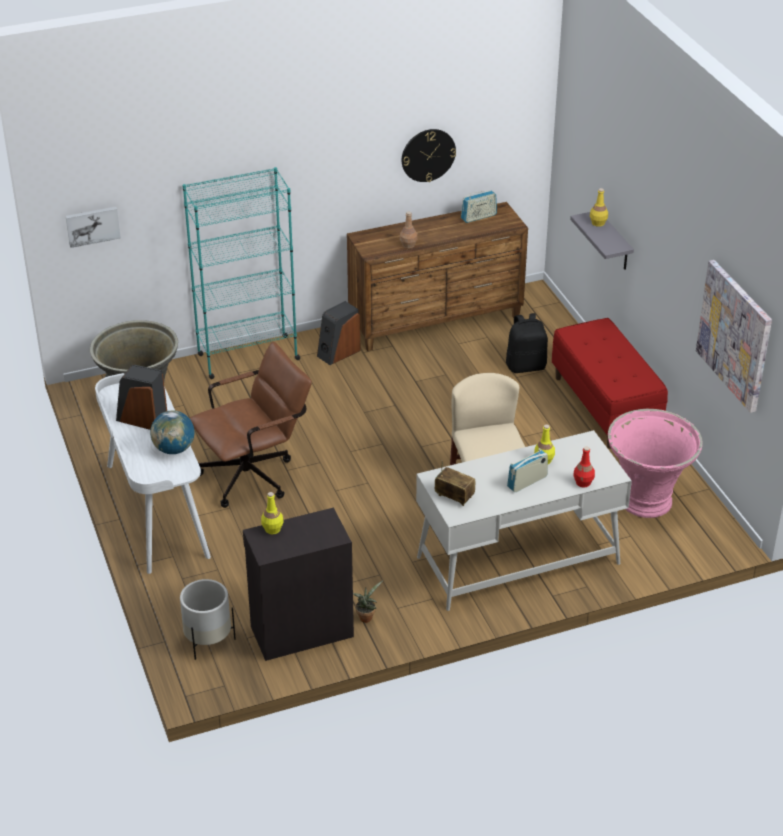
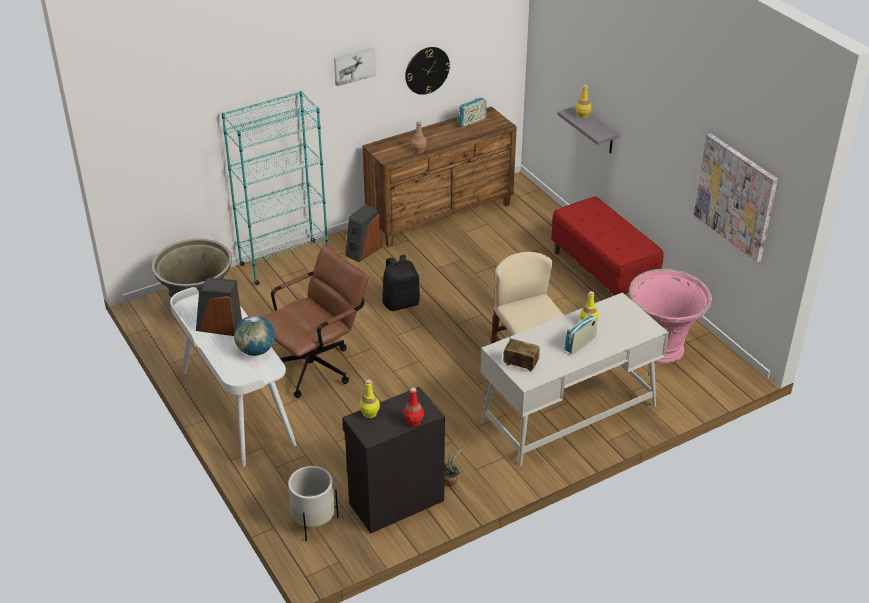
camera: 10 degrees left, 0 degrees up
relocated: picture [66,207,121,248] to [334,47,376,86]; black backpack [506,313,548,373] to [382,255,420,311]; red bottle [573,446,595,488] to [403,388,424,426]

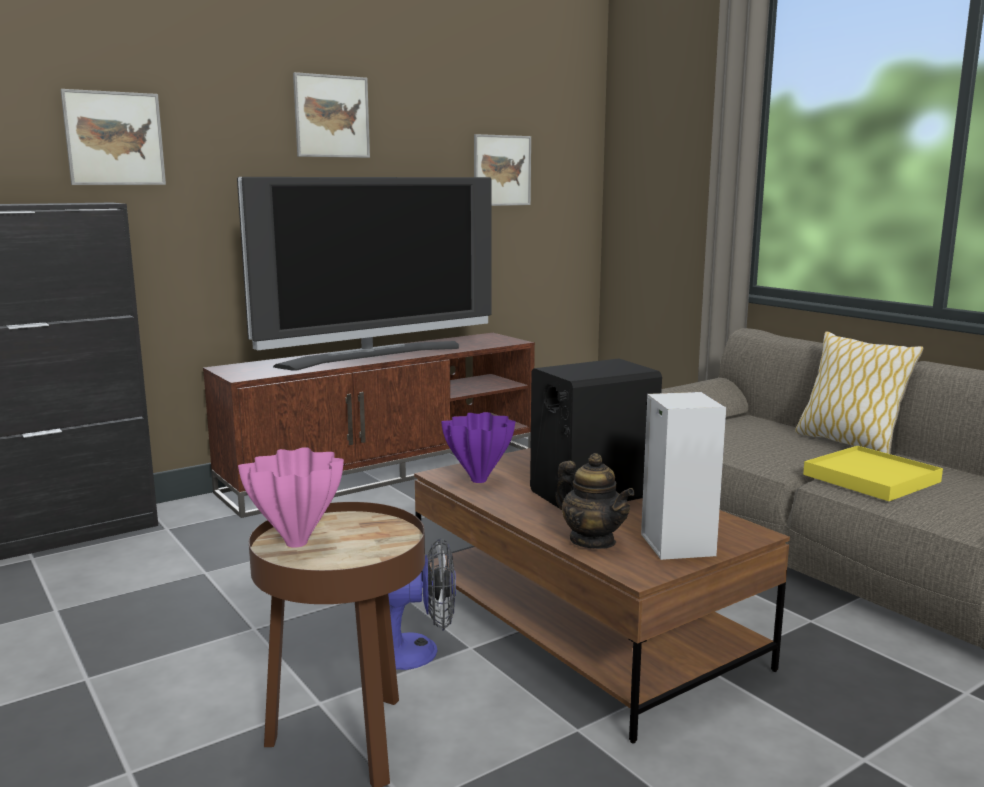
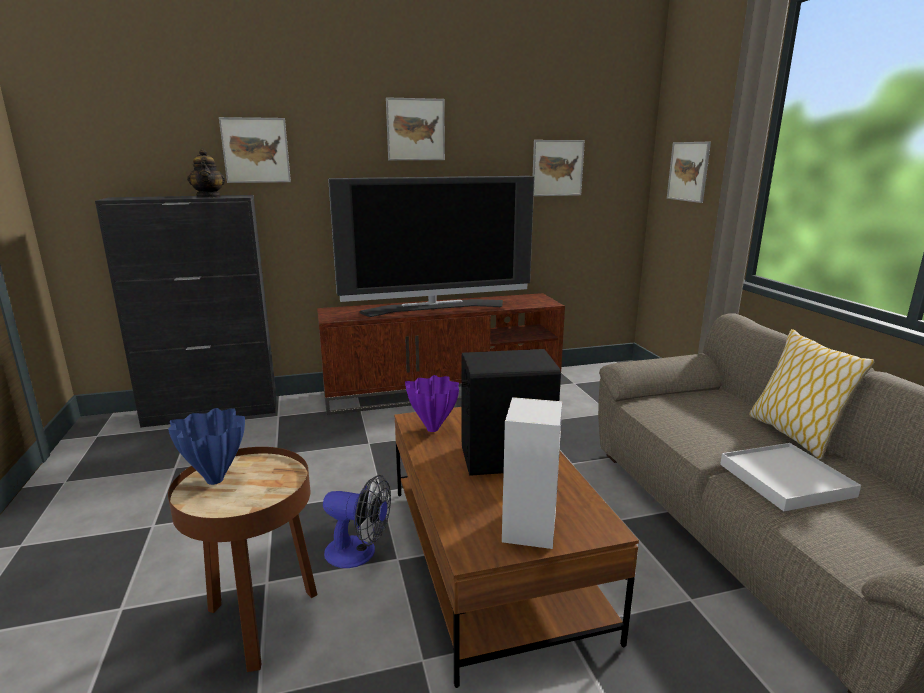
camera: 20 degrees right, 5 degrees up
appeared: picture [667,142,711,203]
relocated: teapot [556,453,635,549] to [187,149,225,197]
colour: yellow tray [803,446,943,501] to white tray [720,443,861,511]; pink vase [238,447,344,548] to blue vase [168,408,245,485]

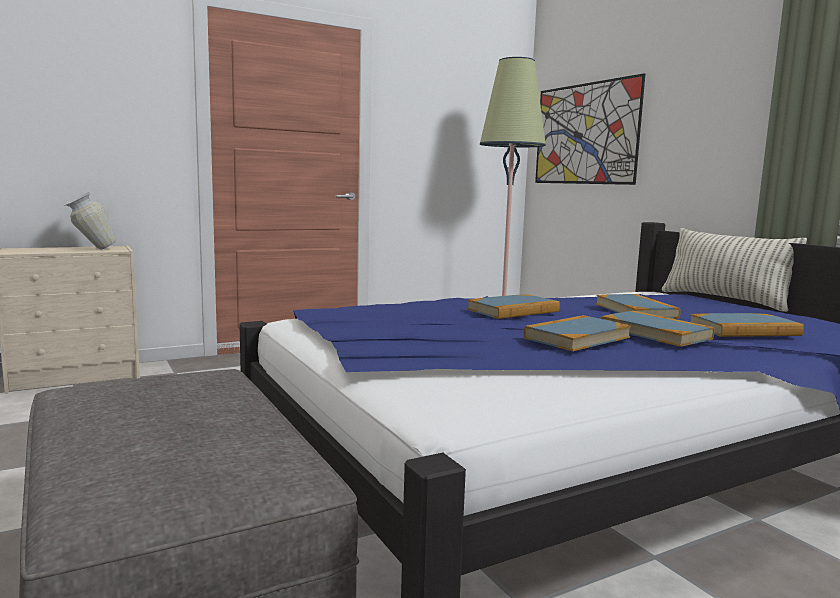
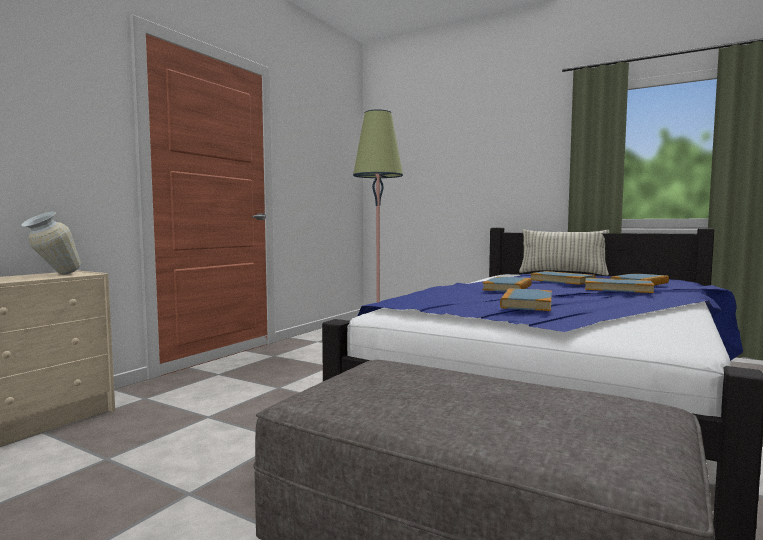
camera: 30 degrees left, 5 degrees down
missing: picture [535,73,645,185]
relocated: book [524,315,631,351] to [500,288,552,311]

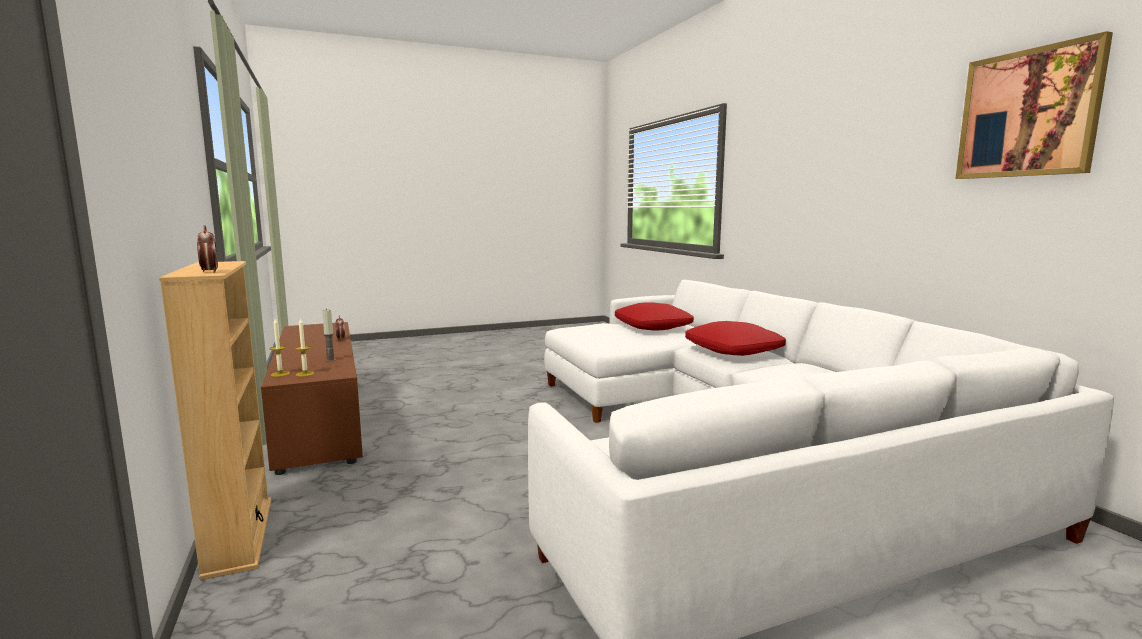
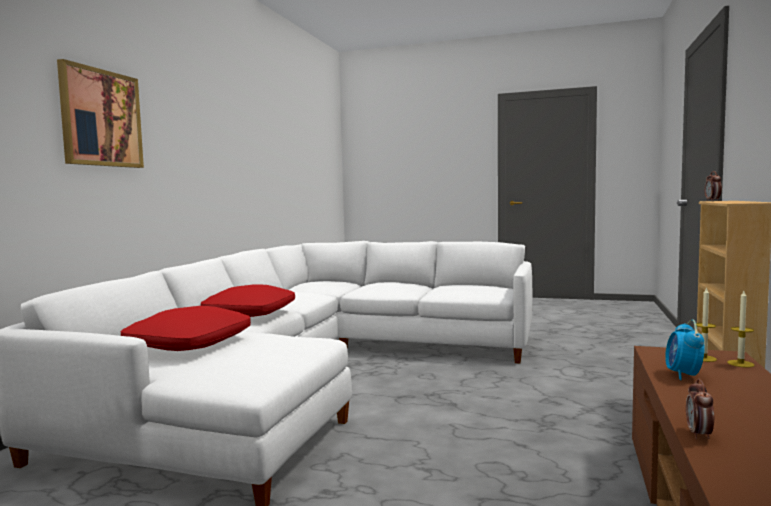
camera: 140 degrees left, 5 degrees down
relocated: picture [955,31,1113,179] to [57,59,144,168]
exchanged: candle [322,308,336,362] to alarm clock [665,319,705,380]

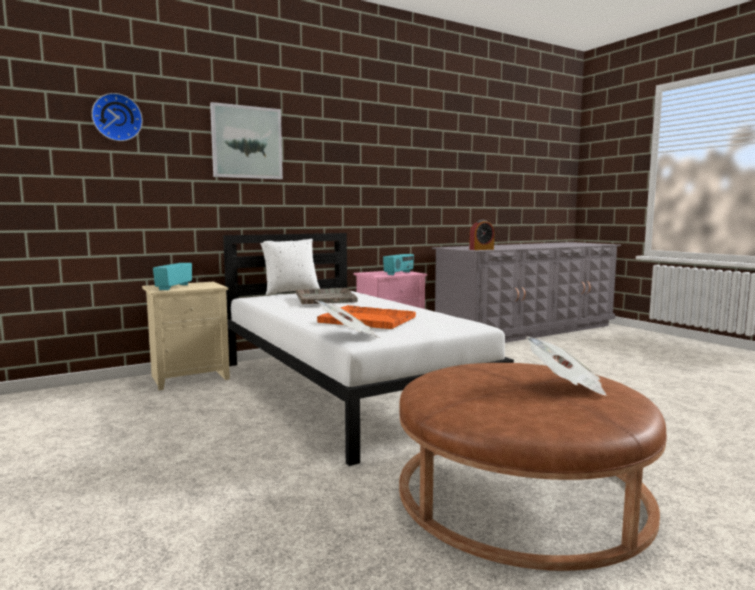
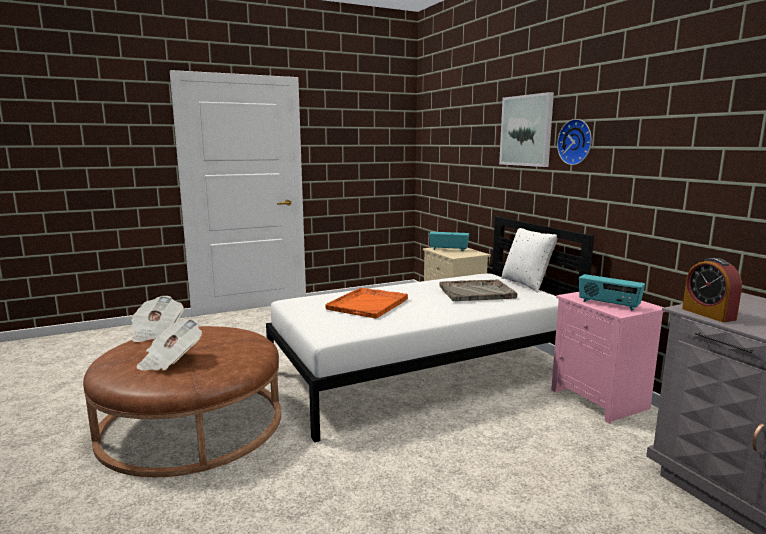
camera: 95 degrees right, 5 degrees up
relocated: wall clock [91,93,143,141] to [557,119,592,165]; newspaper [315,300,380,338] to [130,296,184,342]

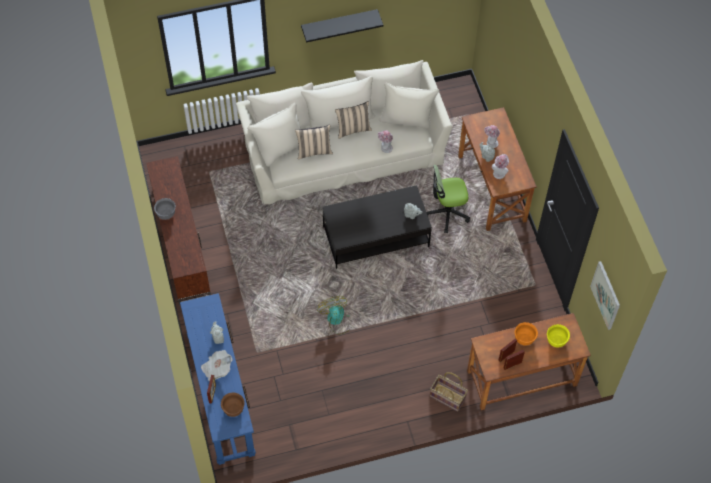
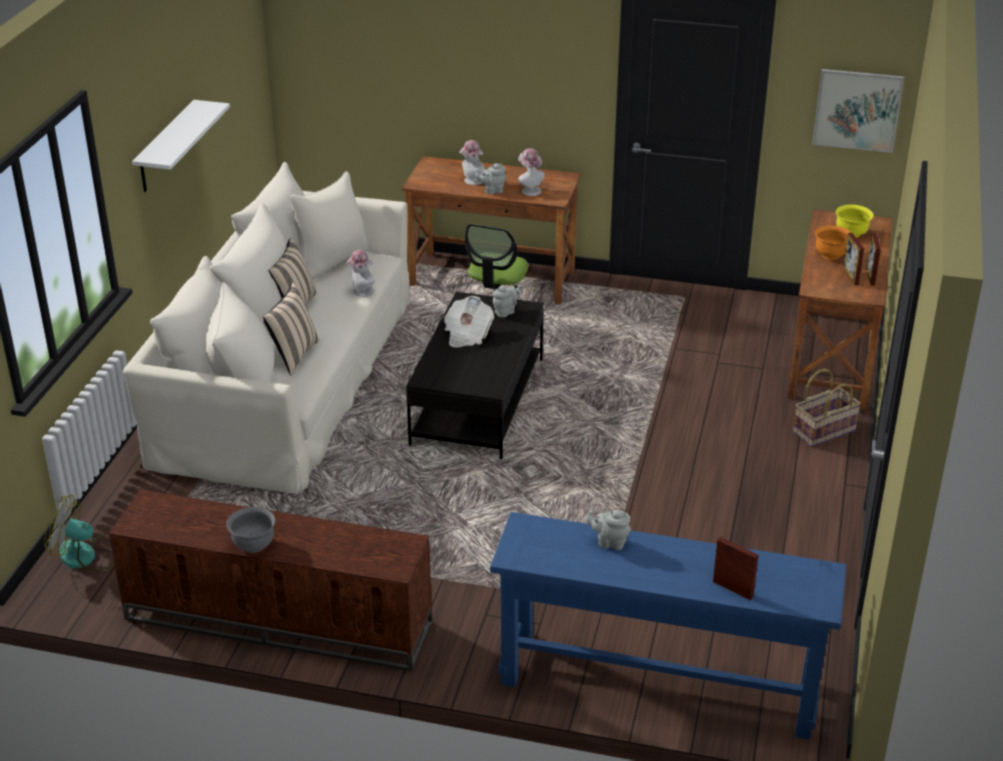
camera: 60 degrees left, 25 degrees down
missing: brown bowl [221,393,245,417]
relocated: fan [317,296,350,335] to [44,495,114,571]; newspaper [201,350,233,381] to [444,296,494,347]
colour: black shelf [301,9,384,43] to white shelf [132,100,230,192]

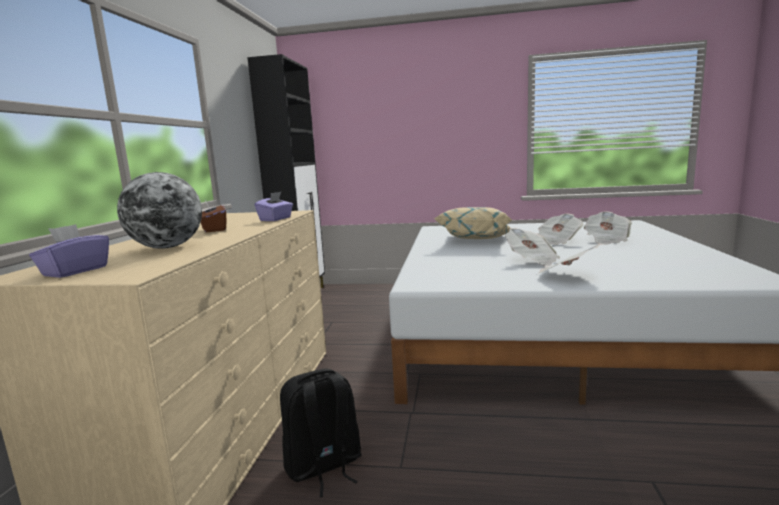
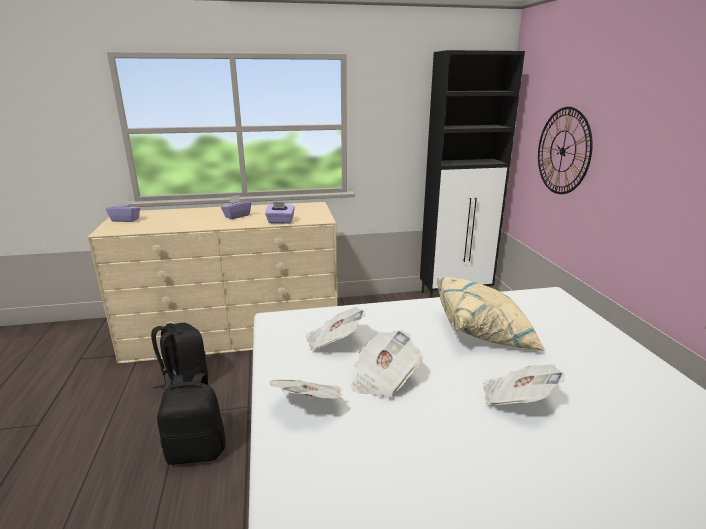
camera: 70 degrees right, 10 degrees up
missing: globe [117,172,202,249]
appeared: wall clock [538,107,593,194]; black backpack [157,373,226,465]
relocated: newspaper [584,211,632,245] to [306,307,365,350]
colour: brown tissue box [201,200,226,232] to purple tissue box [221,195,251,219]

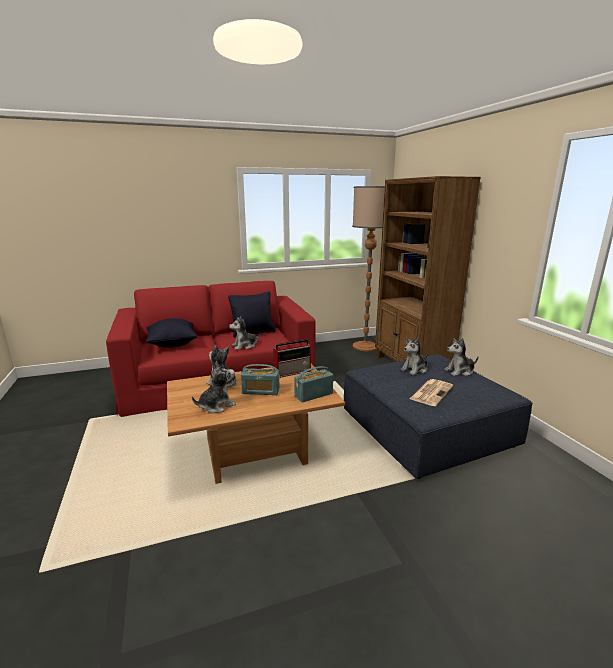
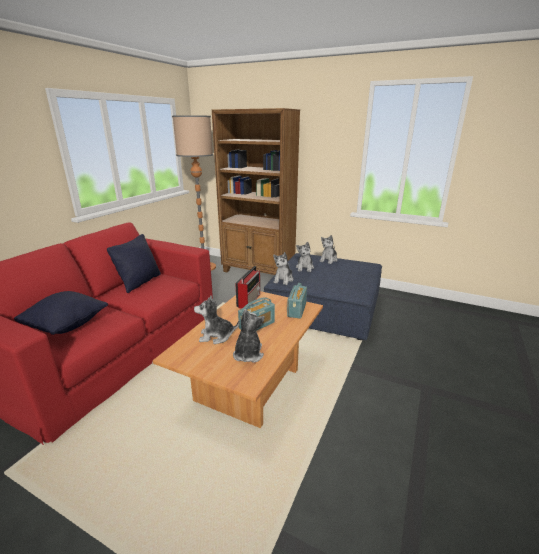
camera: 45 degrees left, 5 degrees up
missing: newspaper [410,379,453,406]
relocated: plush toy [229,316,261,350] to [273,252,293,285]

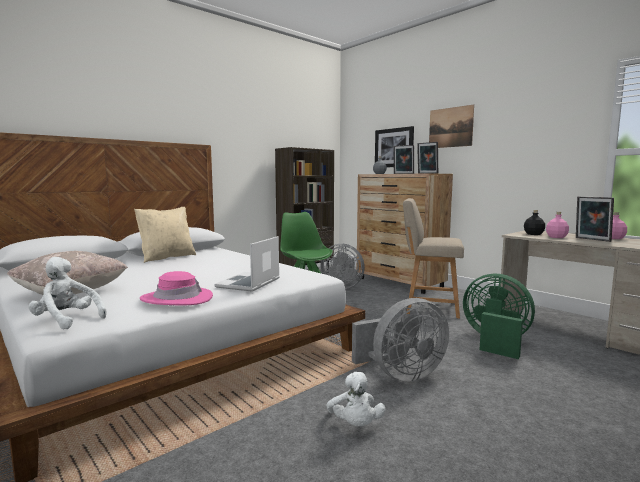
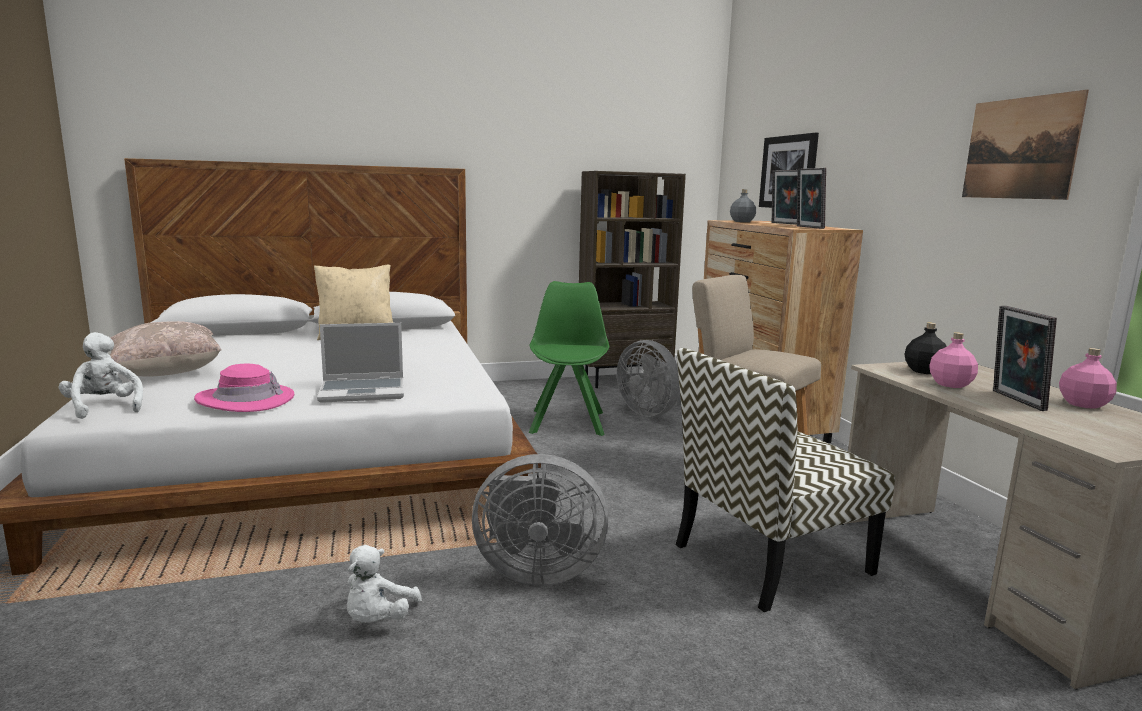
camera: 25 degrees right, 5 degrees up
relocated: picture [429,104,474,148] to [962,90,1089,200]
exchanged: green fan [463,274,535,359] to chair [676,348,895,612]
spun: laptop [214,236,280,292] = [317,323,404,403] 150 degrees counterclockwise

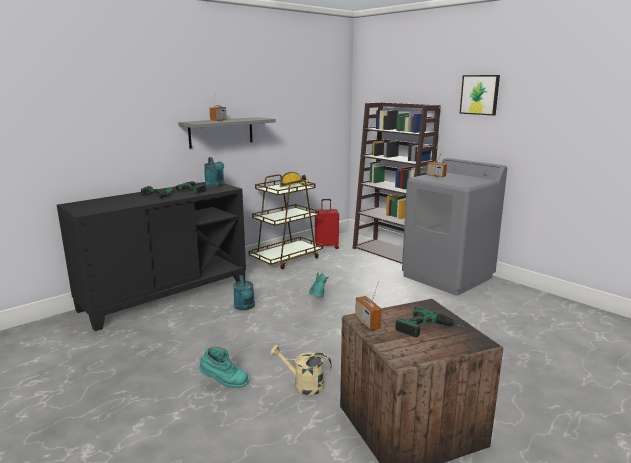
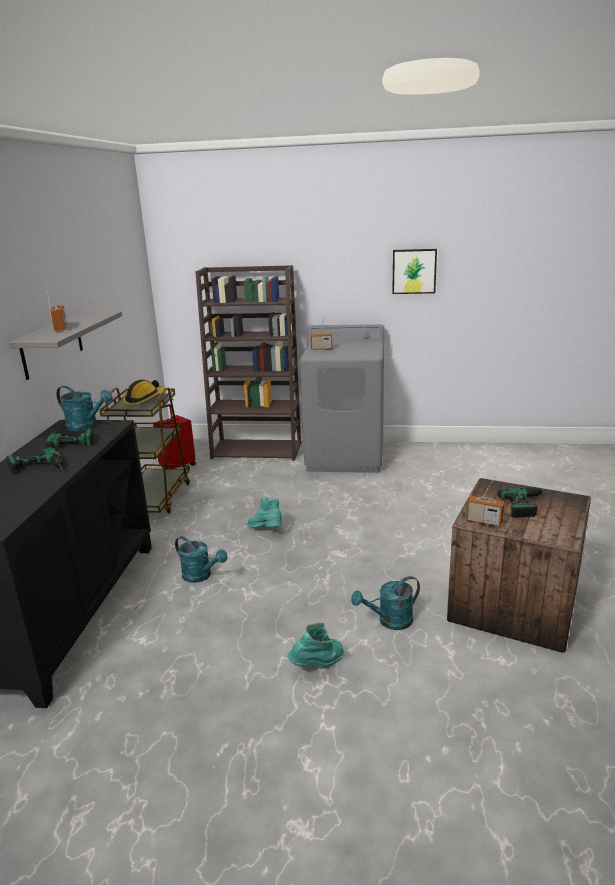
camera: 40 degrees left, 5 degrees up
relocated: picture [459,75,500,116] to [392,249,437,294]
colour: beige watering can [270,345,332,395] to turquoise watering can [351,576,420,630]

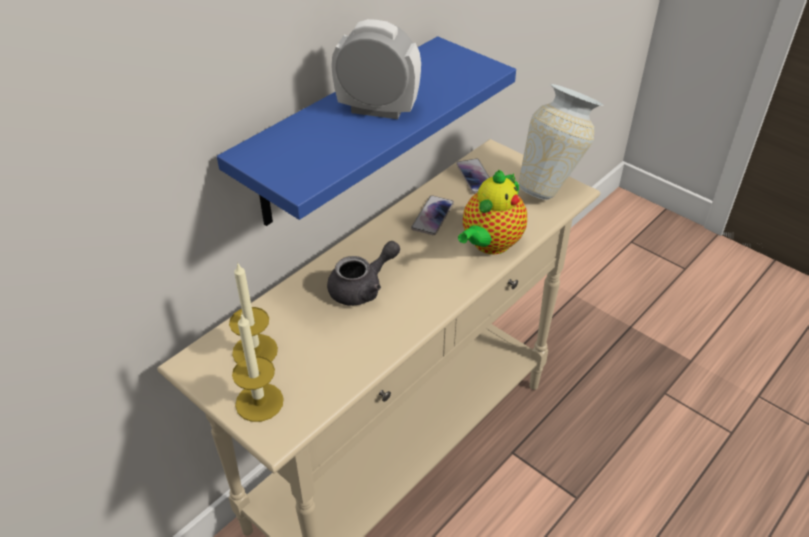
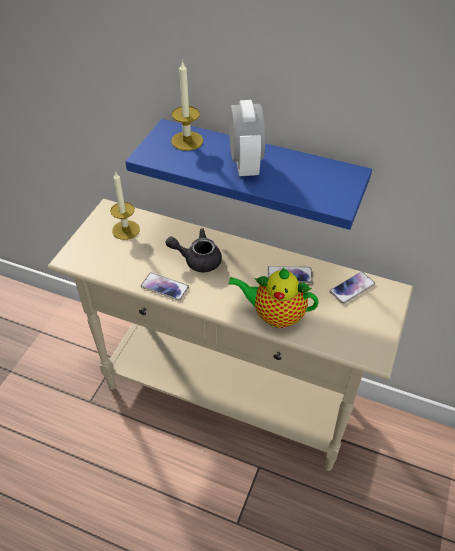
camera: 70 degrees right, 5 degrees up
missing: vase [519,84,604,200]
appeared: phone [141,273,189,301]
relocated: candle [232,313,284,422] to [171,60,203,151]
spun: grey teapot [327,241,400,306] = [166,228,222,272] 150 degrees clockwise

